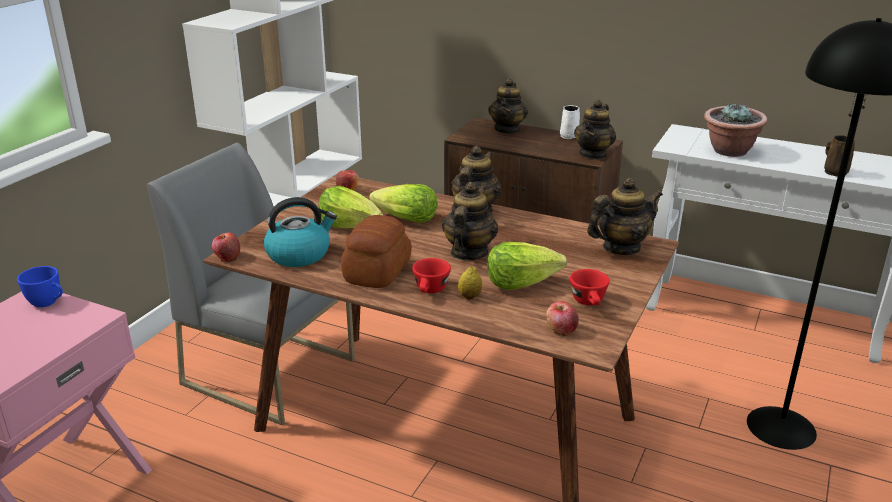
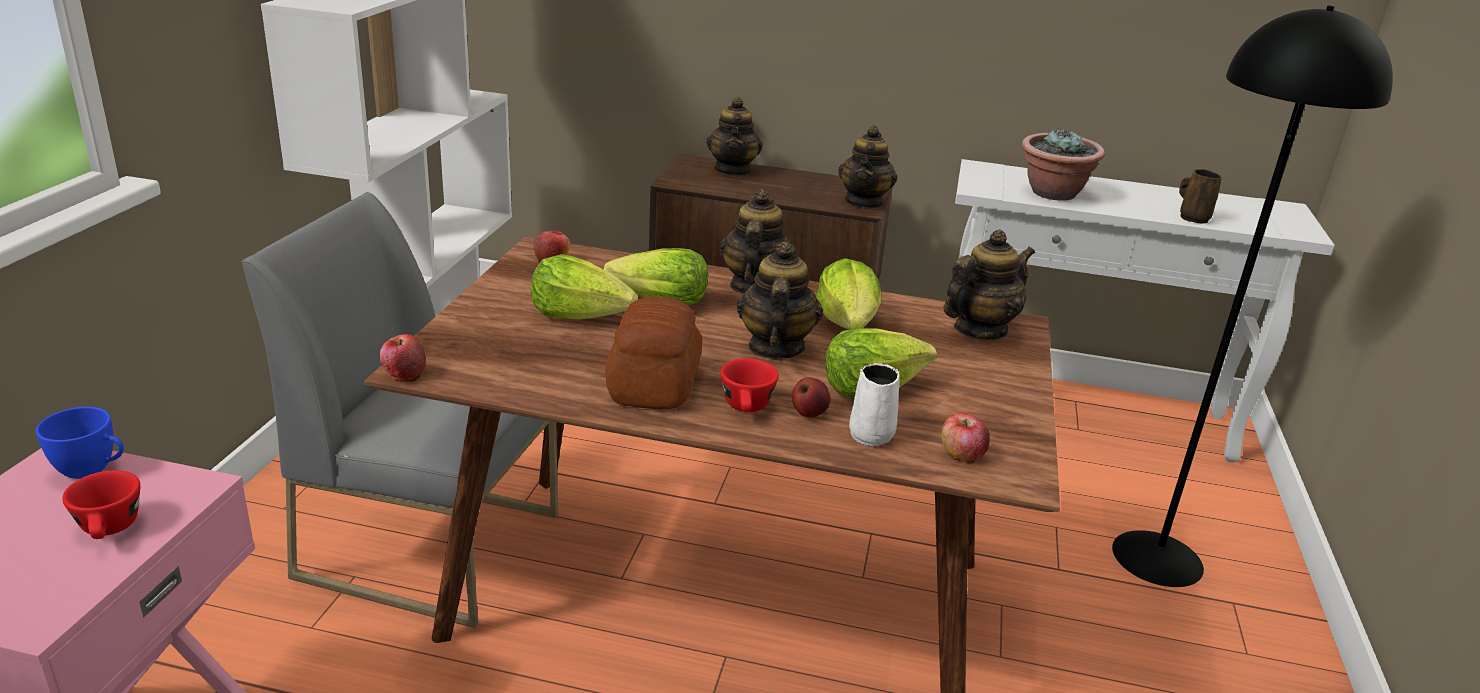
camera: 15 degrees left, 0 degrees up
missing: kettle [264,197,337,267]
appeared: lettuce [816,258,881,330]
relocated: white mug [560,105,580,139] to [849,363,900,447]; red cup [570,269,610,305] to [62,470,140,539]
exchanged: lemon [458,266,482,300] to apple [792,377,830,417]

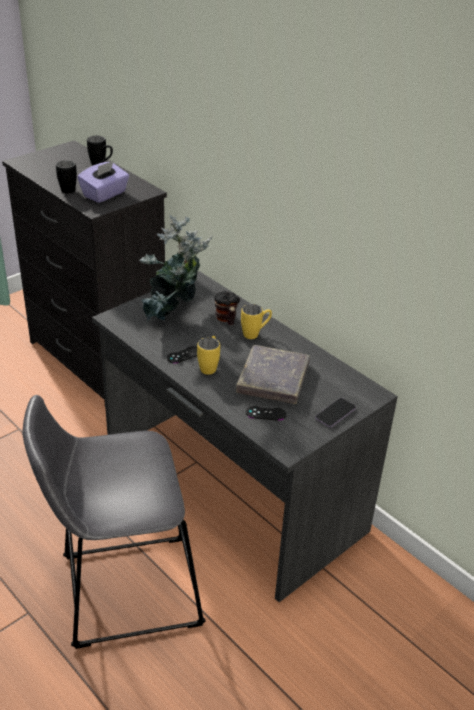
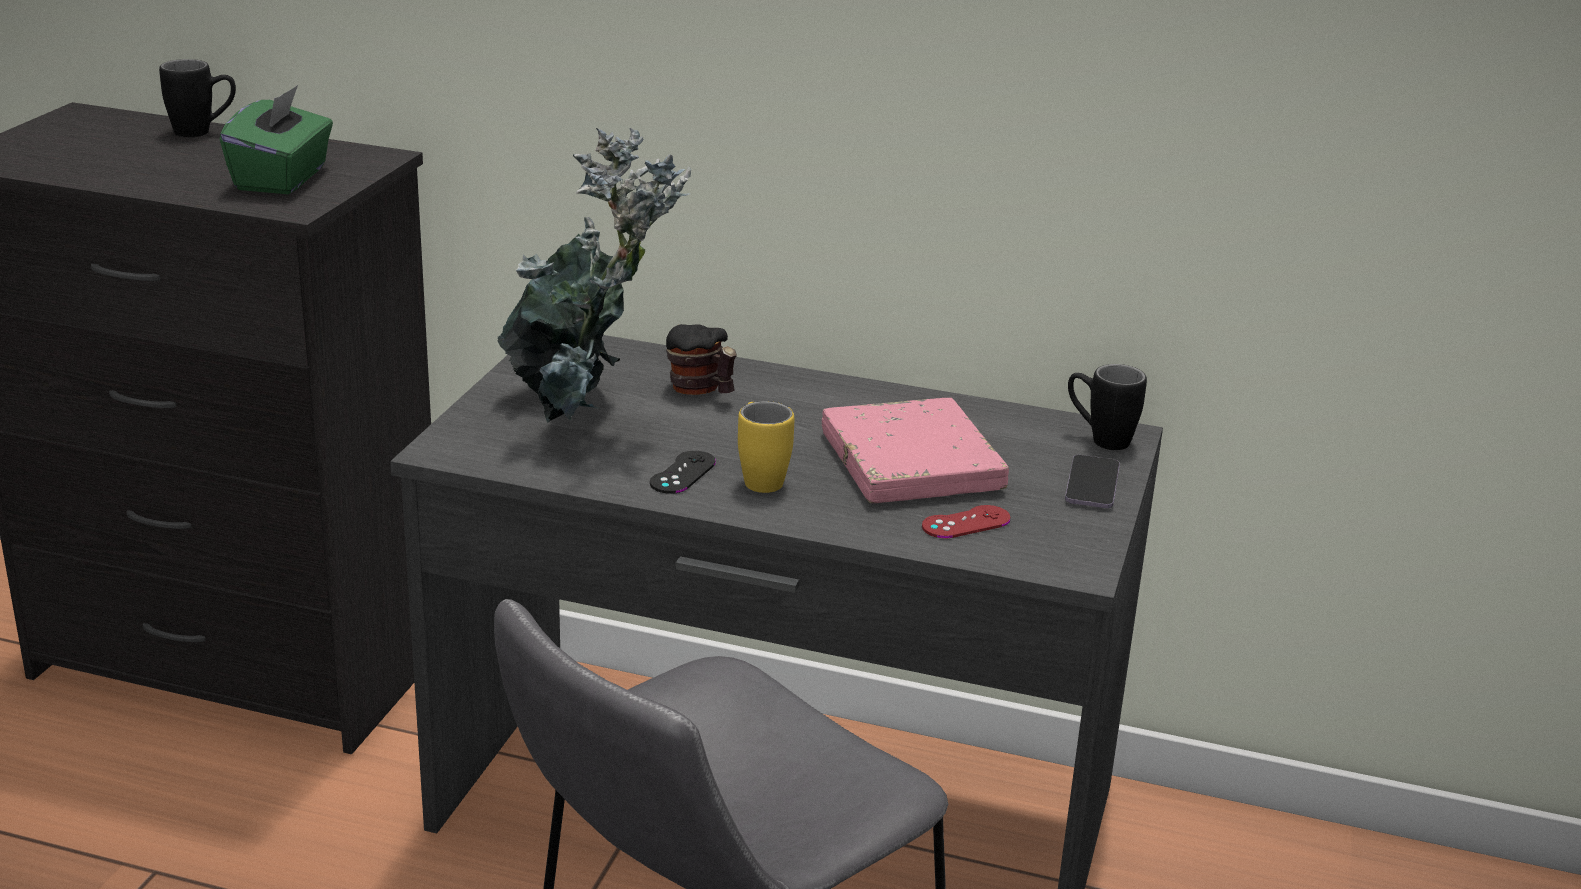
camera: 30 degrees left, 10 degrees down
missing: yellow mug [241,304,272,339]
relocated: black mug [56,160,77,193] to [1068,364,1147,450]
colour: purple tissue box [78,161,129,203] to green tissue box [220,85,333,194]; grey book [236,345,310,404] to pink book [822,398,1009,503]; black game controller [246,406,286,421] to red game controller [922,505,1010,538]

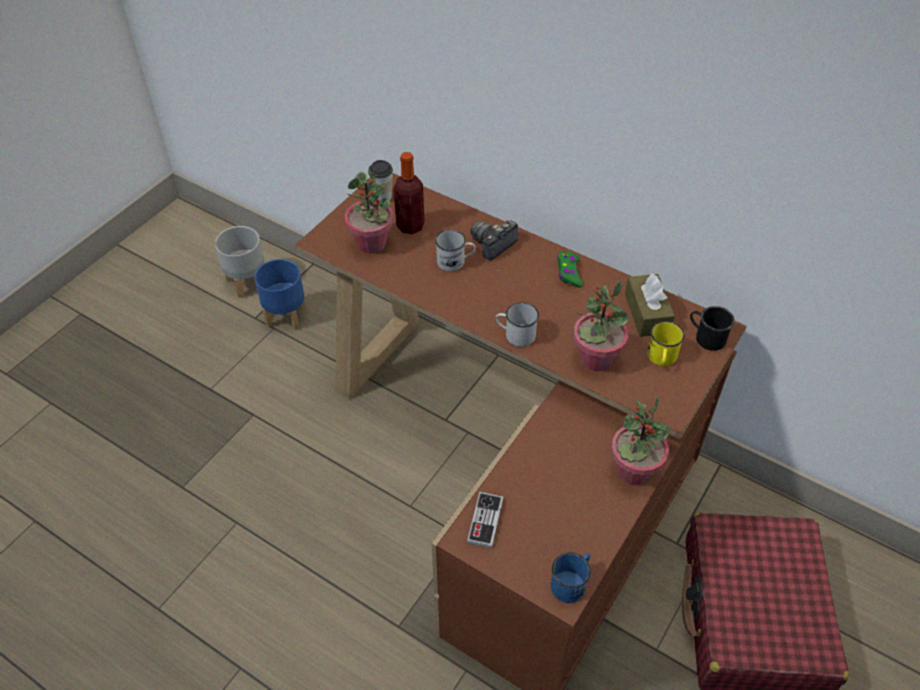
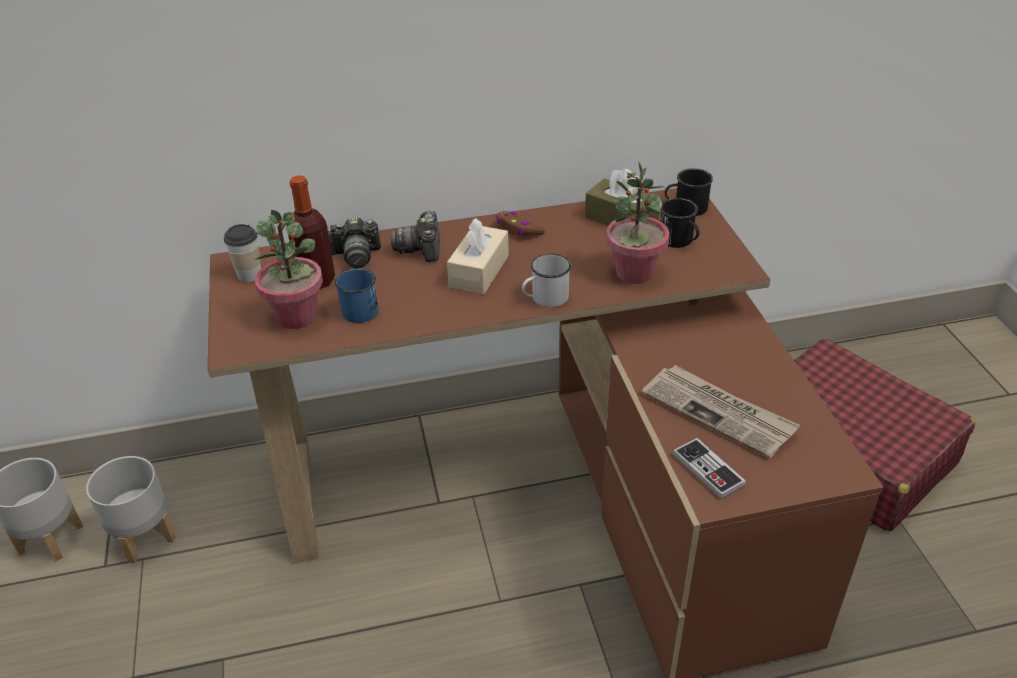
camera: 45 degrees left, 10 degrees down
missing: white mug [435,230,476,271]; potted plant [611,396,670,485]
appeared: photo camera [327,216,381,268]; beige tissue box [447,218,509,294]; newspaper [642,365,800,459]
relocated: blue mug [551,552,591,603] to [335,268,378,323]
colour: green game controller [557,251,583,287] to brown game controller [495,211,545,237]; blue planter [254,259,306,330] to grey planter [86,456,176,563]; yellow mug [647,321,685,366] to black mug [660,198,700,248]

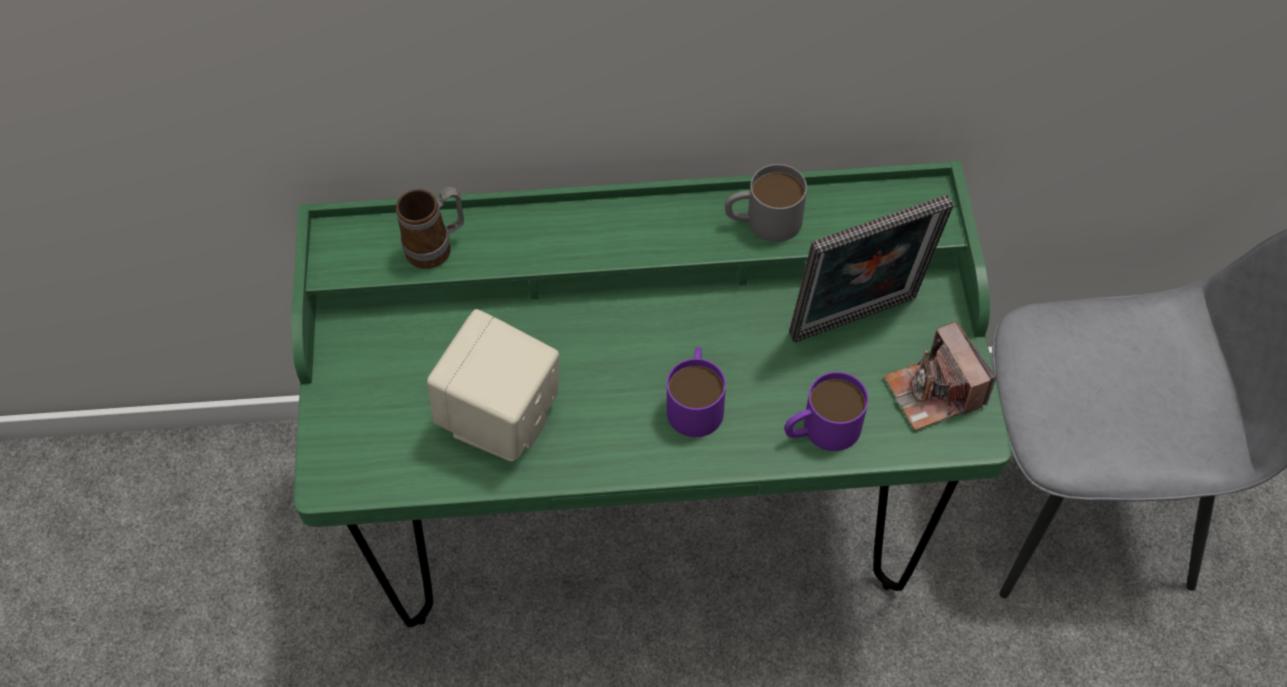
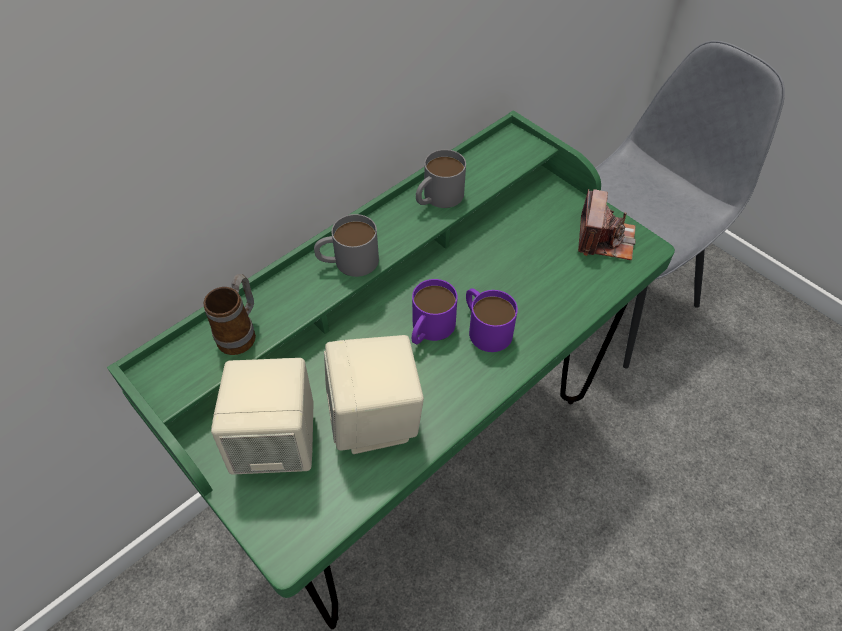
camera: 40 degrees left, 5 degrees down
missing: picture frame [789,194,954,342]
appeared: grey mug [314,214,379,277]; beige speaker [211,358,314,475]
relocated: purple mug [784,372,868,451] to [412,279,458,344]
spun: photo camera [884,322,996,431] = [578,189,636,260] 105 degrees counterclockwise

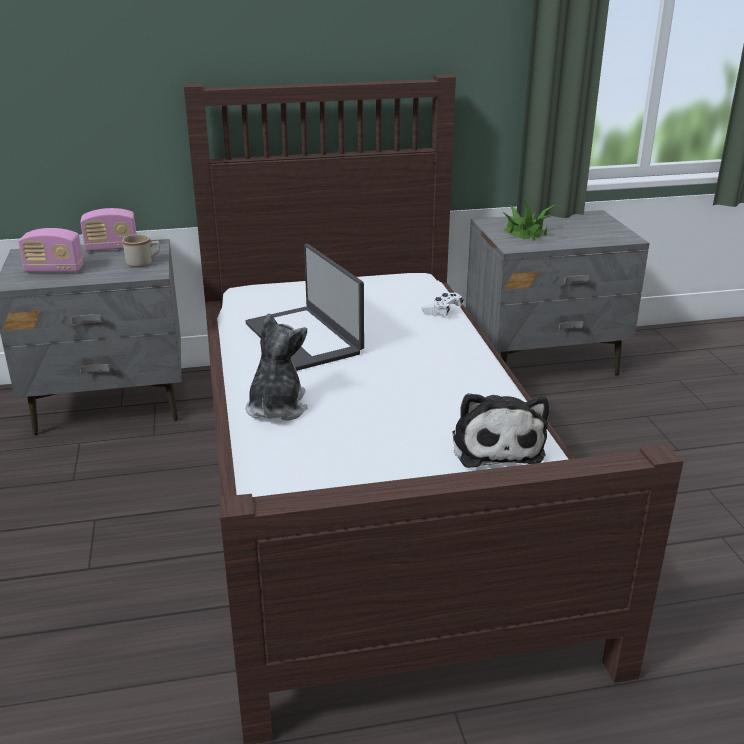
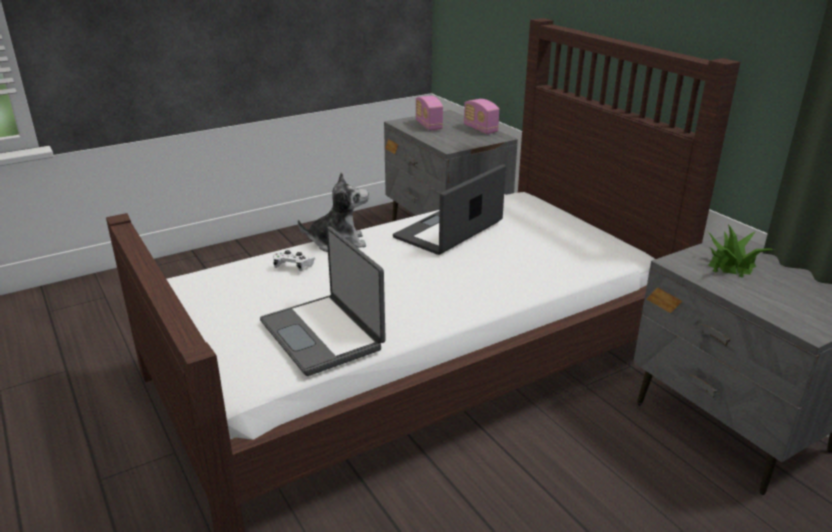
camera: 70 degrees right, 0 degrees up
missing: beige mug [122,234,160,268]
relocated: white game controller [421,293,463,316] to [273,250,315,271]
exchanged: plush toy [453,393,549,468] to laptop [260,227,386,376]

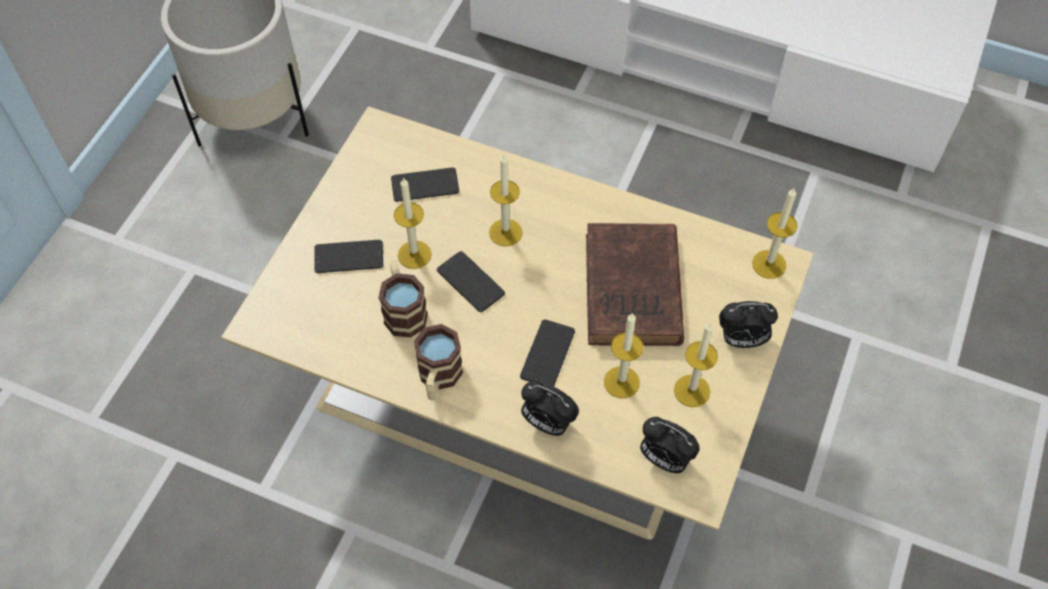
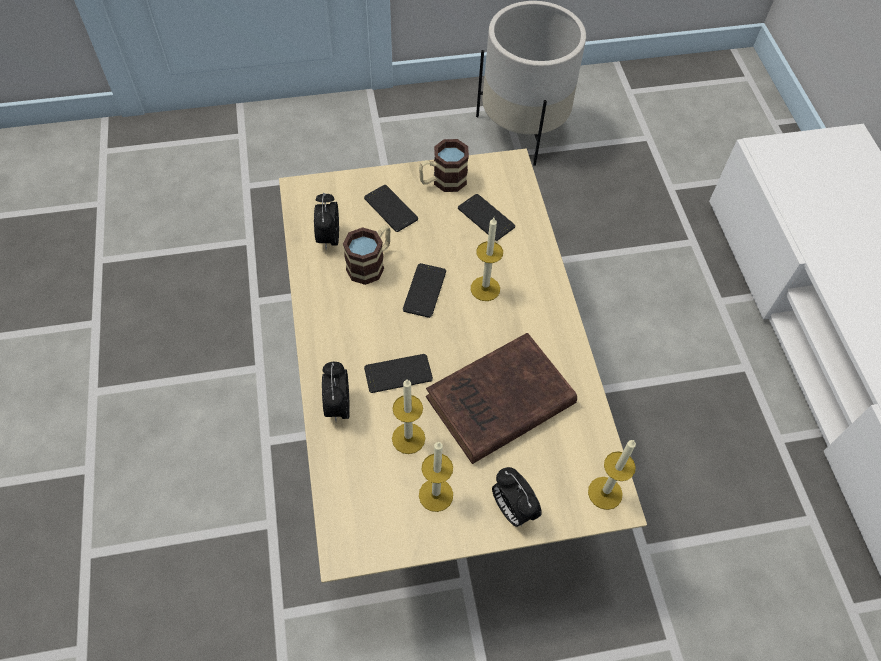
camera: 55 degrees right, 0 degrees up
missing: candle [394,177,432,269]
relocated: mug [414,324,463,400] to [419,139,469,192]; alarm clock [640,417,700,473] to [314,193,339,250]

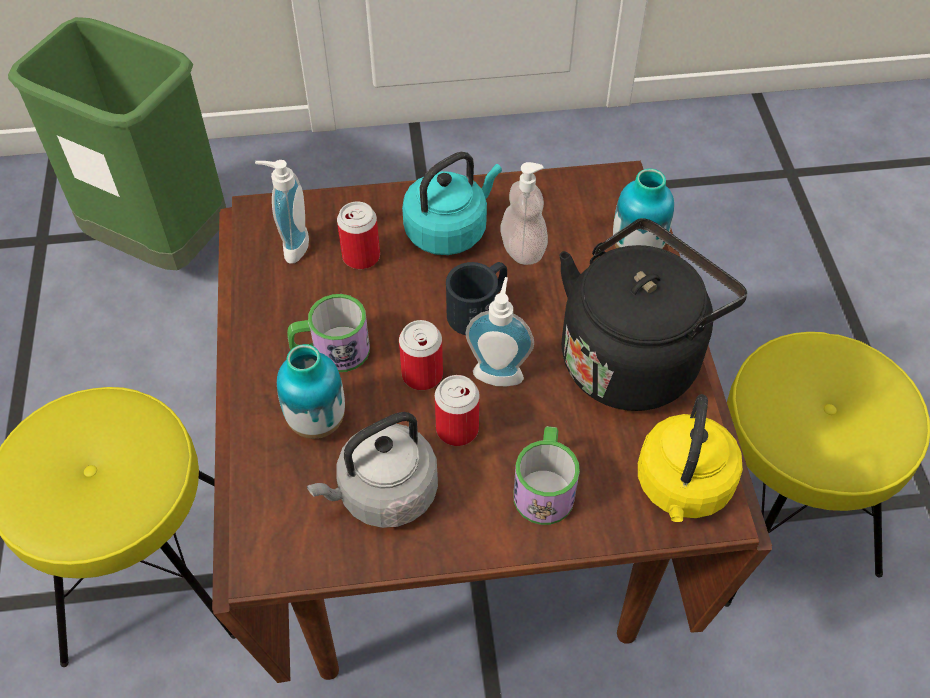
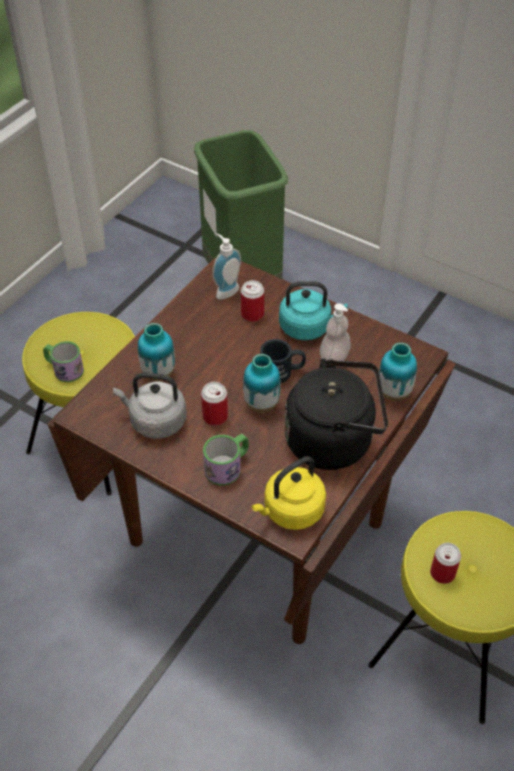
camera: 40 degrees right, 5 degrees down
relocated: mug [287,294,370,372] to [43,341,84,382]; can [399,320,443,390] to [430,543,461,584]
exchanged: soap dispenser [466,277,534,386] to vase [243,354,280,413]

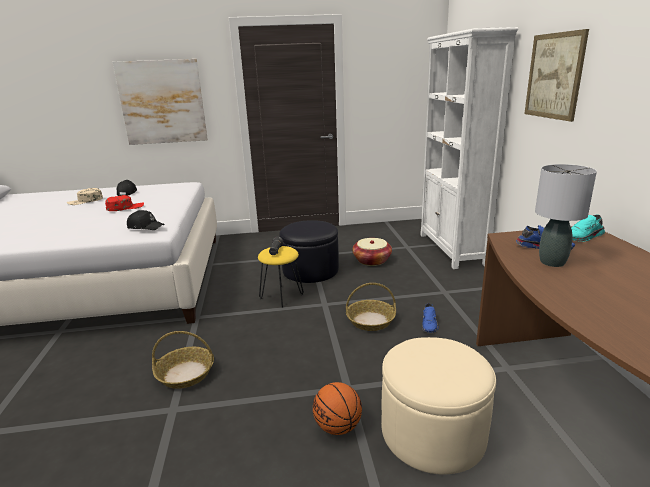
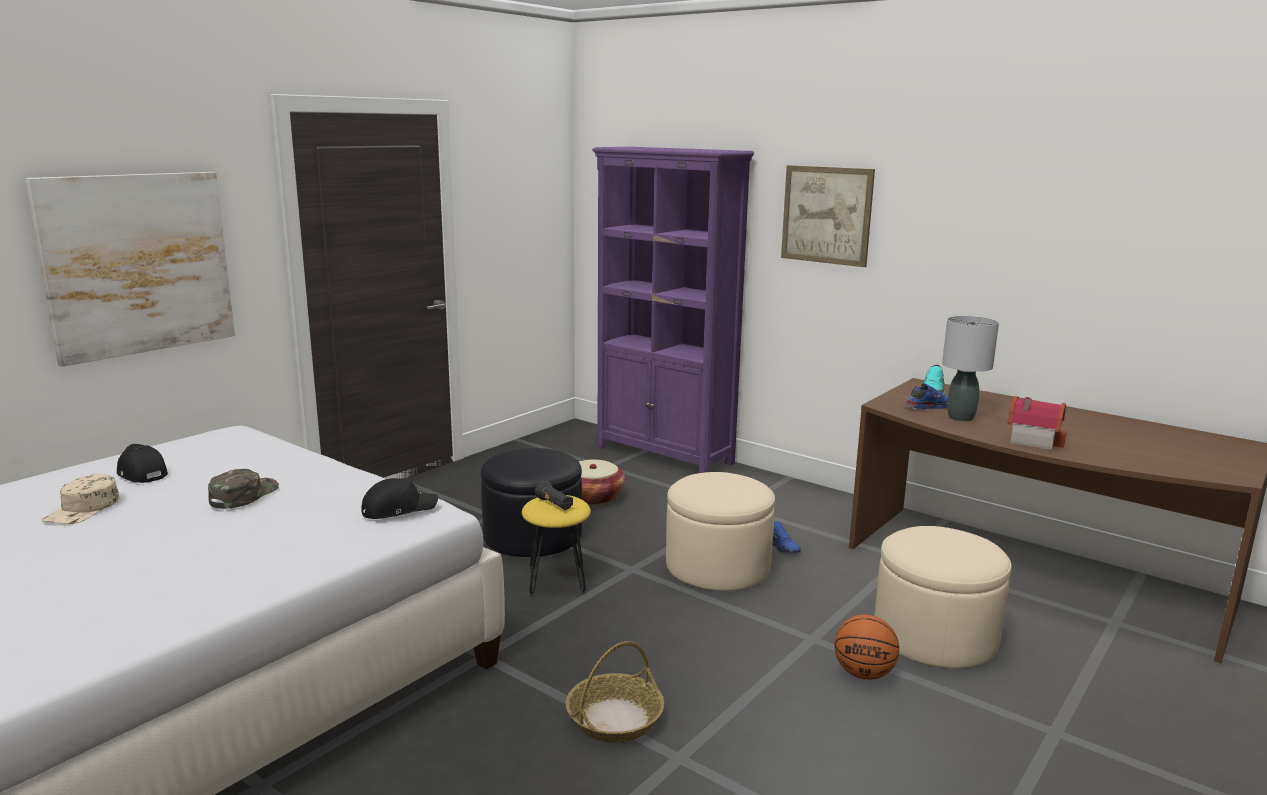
camera: 45 degrees left, 5 degrees down
appeared: toy house [1008,396,1067,450]
exchanged: basket [346,283,396,331] to beige ottoman [666,472,775,591]
colour: white bookcase [420,27,518,269] to purple bookcase [592,147,754,473]; red cap [105,195,144,211] to green cap [208,469,279,509]

